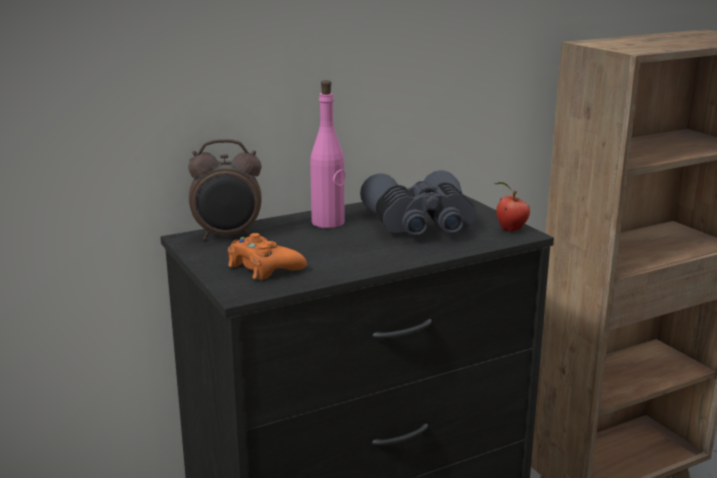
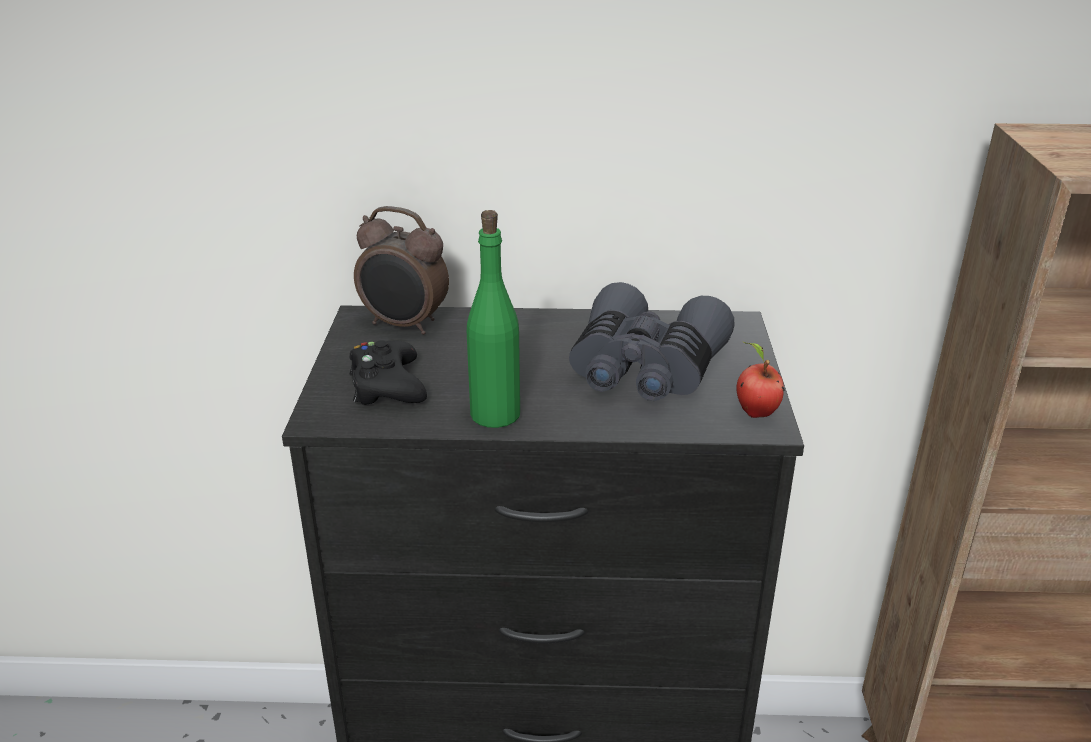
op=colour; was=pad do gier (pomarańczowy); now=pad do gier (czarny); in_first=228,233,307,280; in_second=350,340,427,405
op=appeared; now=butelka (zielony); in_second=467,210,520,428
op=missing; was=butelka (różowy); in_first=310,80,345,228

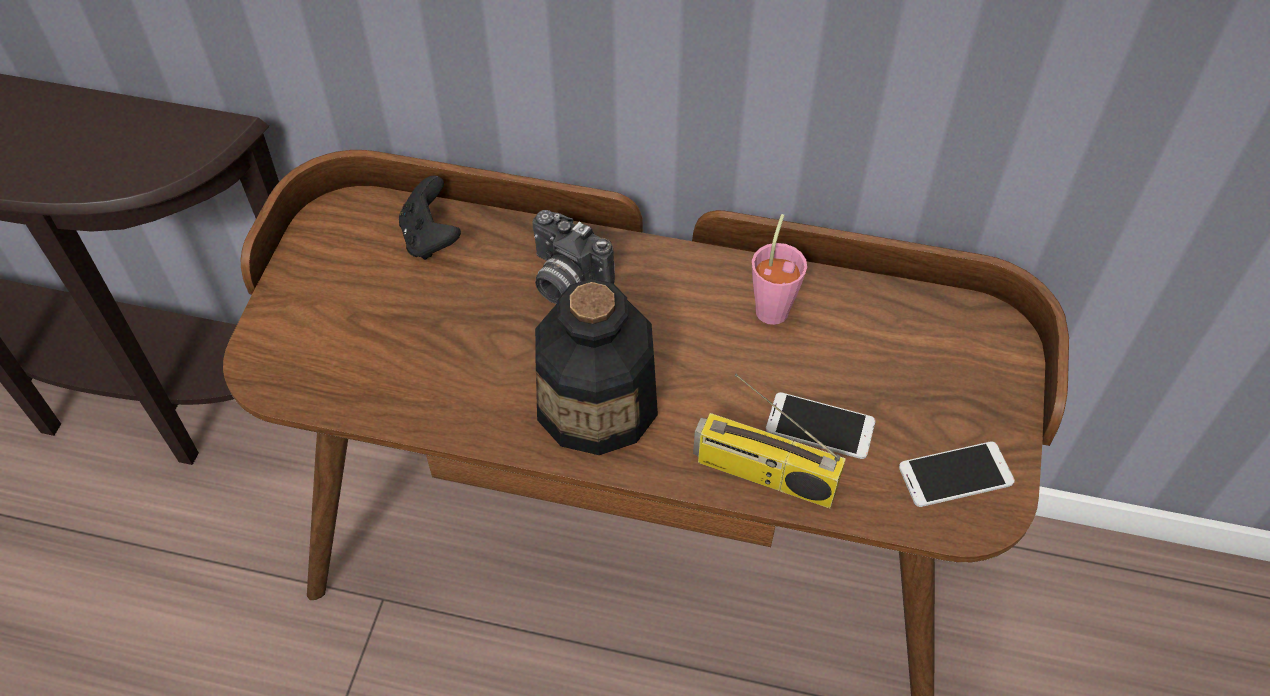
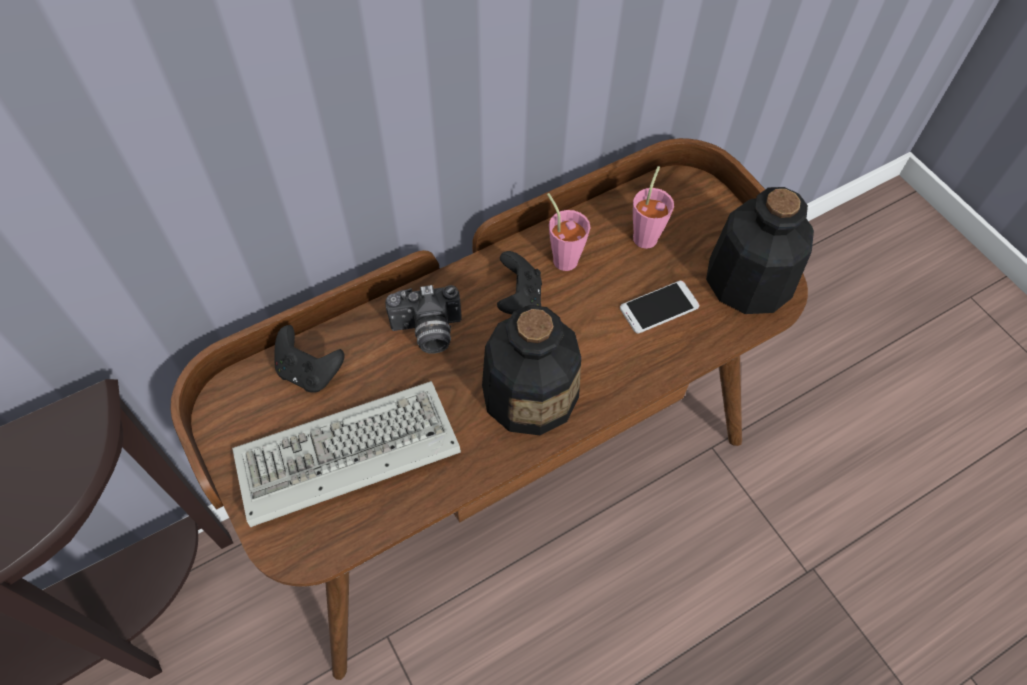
op=appeared; now=klawiatura; in_second=232,381,461,527
op=appeared; now=pad do gier (czarny); in_second=497,251,542,314
op=appeared; now=filiżanka (różowy); in_second=633,166,674,249
op=exchanged; was=telefon; now=butelka; in_first=899,441,1015,507; in_second=706,187,814,314
op=missing; was=radio; in_first=693,373,846,508

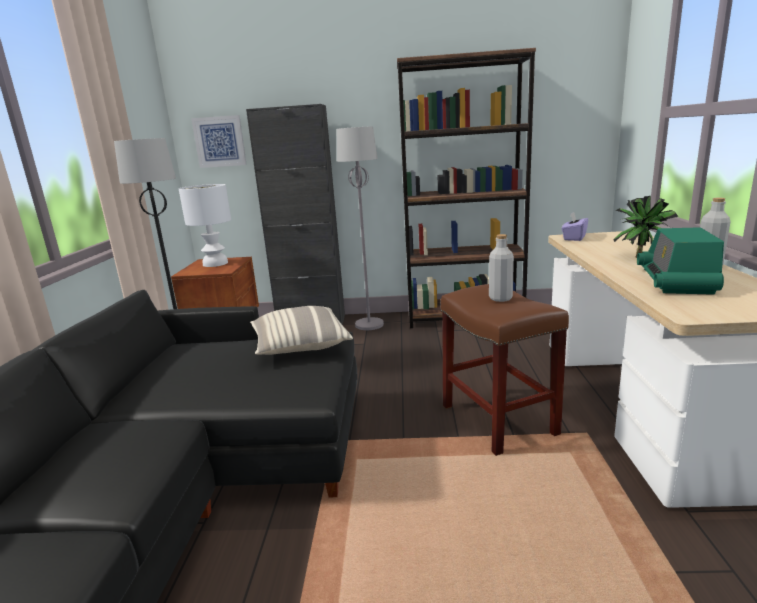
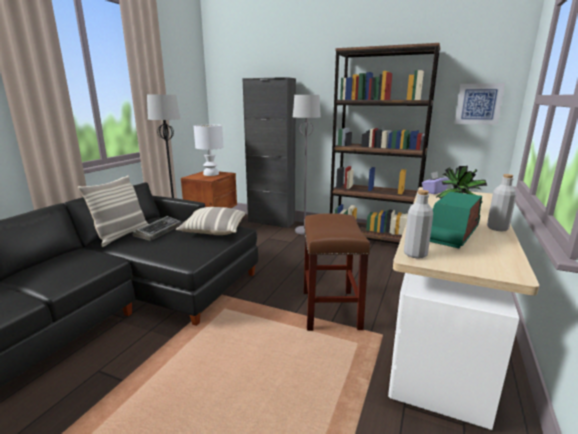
op=appeared; now=poduszka; in_second=78,176,148,247
op=appeared; now=klawiatura; in_second=133,216,181,241
op=relocated; was=butelka (szary); in_first=489,234,514,302; in_second=404,190,433,259
op=relocated; was=obraz; in_first=191,115,247,168; in_second=455,83,505,125

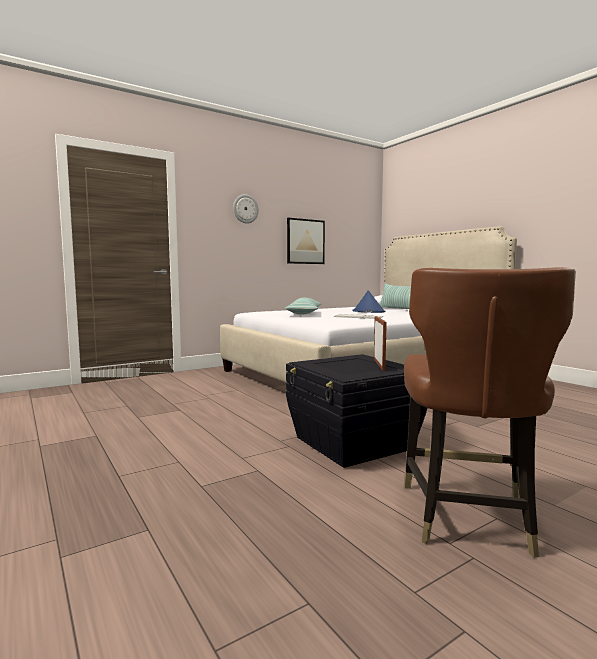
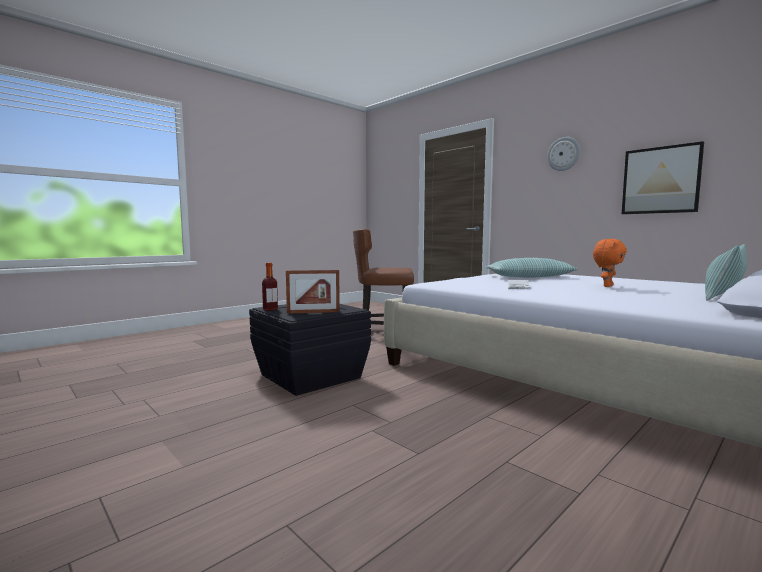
op=appeared; now=butelka; in_second=262,263,278,311
op=relocated; was=krzesło (brązowy); in_first=404,267,576,558; in_second=353,229,414,325
op=exchanged; was=kapelusz (niebieski); now=pluszak (pomarańczowy); in_first=353,290,386,313; in_second=593,239,627,287

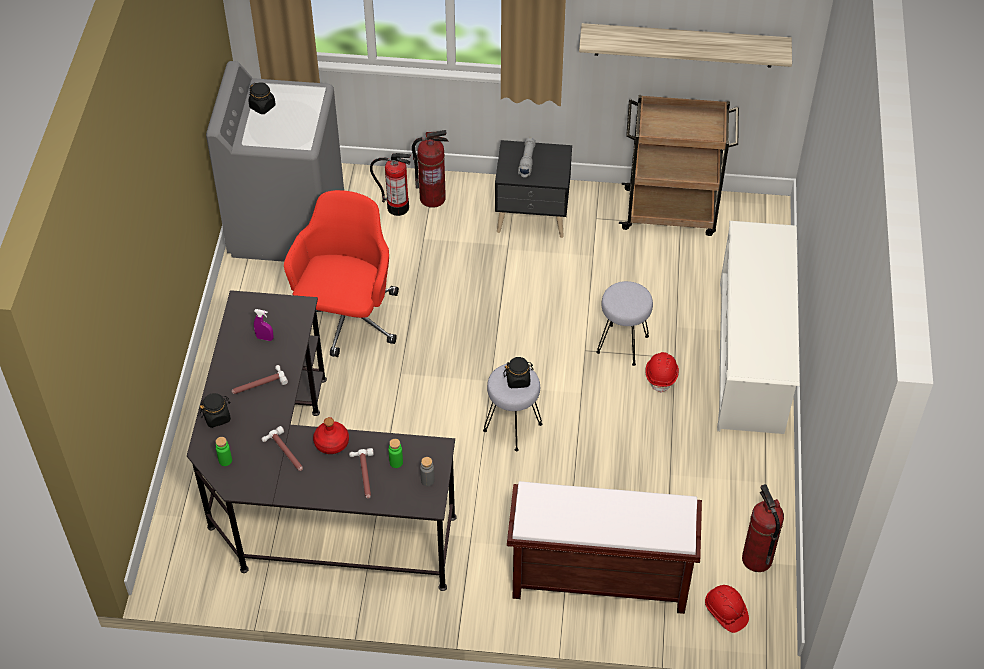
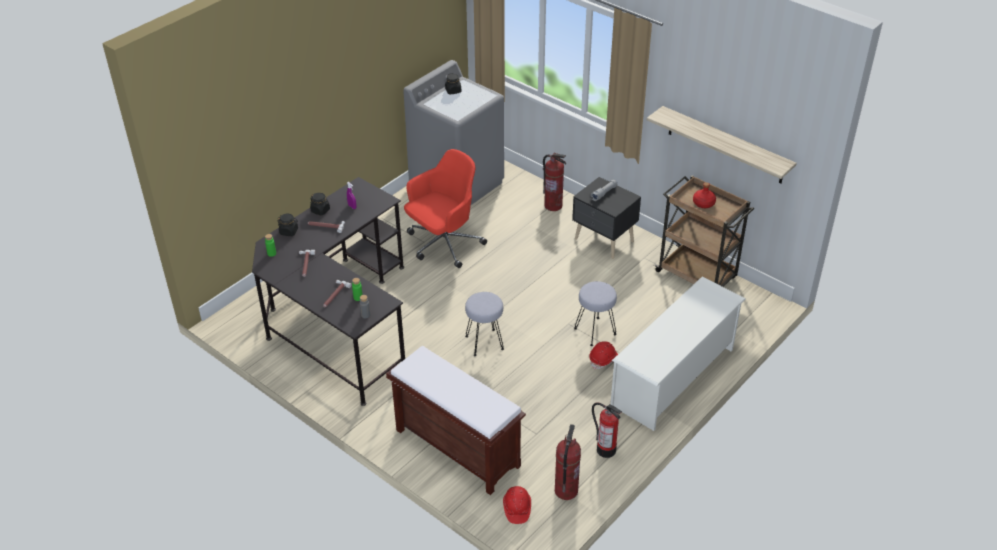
op=relocated; was=słoik (czarny); in_first=504,357,534,388; in_second=310,193,330,216
op=relocated; was=gaśnica; in_first=370,153,411,216; in_second=592,402,622,458
op=relocated; was=butelka (czerwony); in_first=313,417,349,454; in_second=693,182,716,208

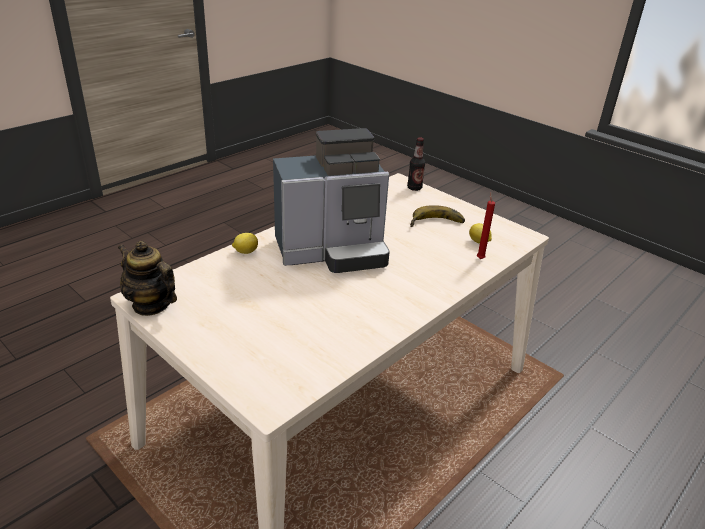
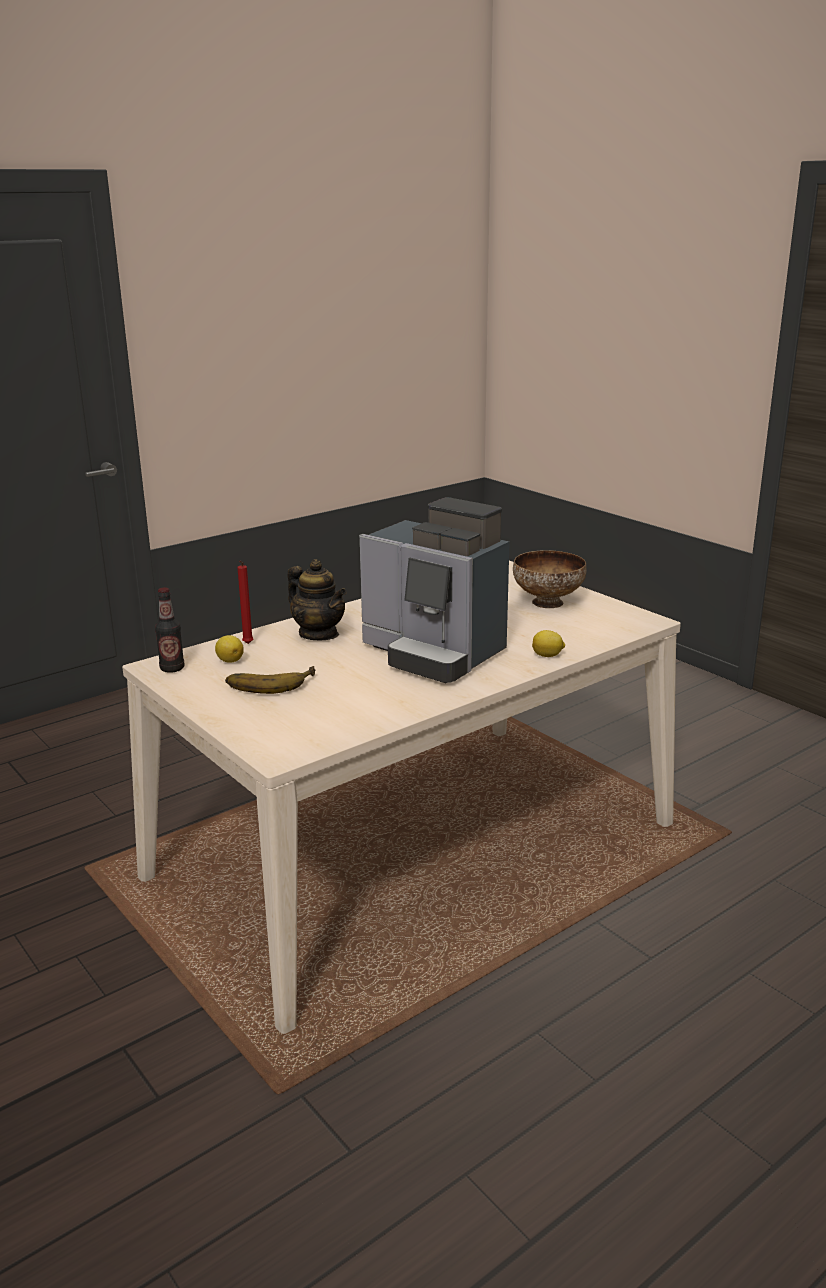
op=relocated; was=butelka; in_first=407,137,425,191; in_second=155,587,184,673
op=relocated; was=imbryk; in_first=118,241,177,316; in_second=287,559,346,640
op=spun; was=ekspres do kawy; in_first=273,128,389,273; in_second=359,497,510,683; clockwise=-135
op=appeared; now=miska; in_second=513,550,587,608

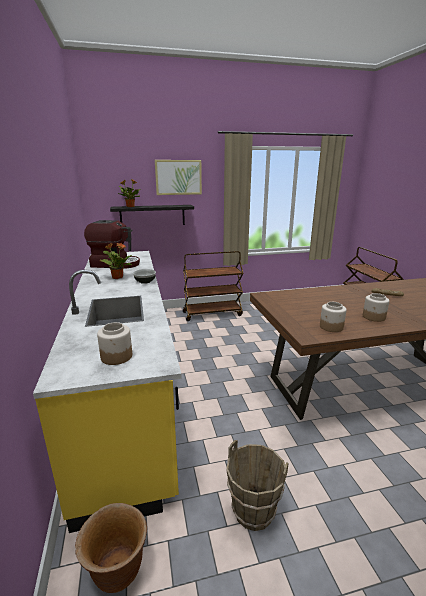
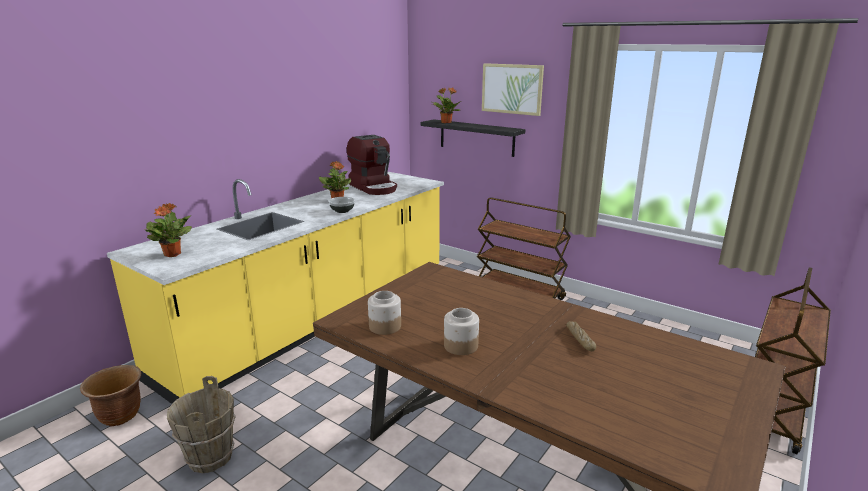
op=exchanged; was=słoik; now=roślina doniczkowa; in_first=97,322,132,365; in_second=144,203,192,257

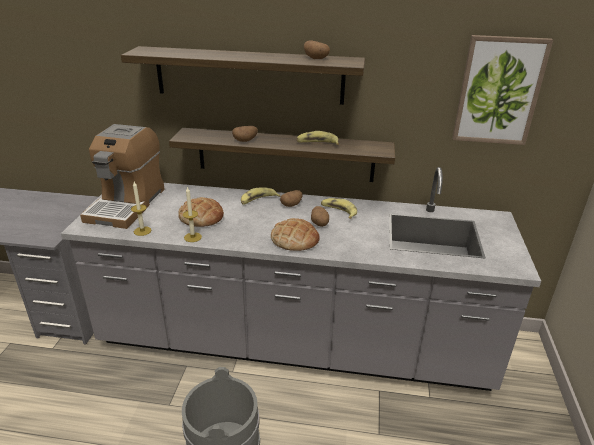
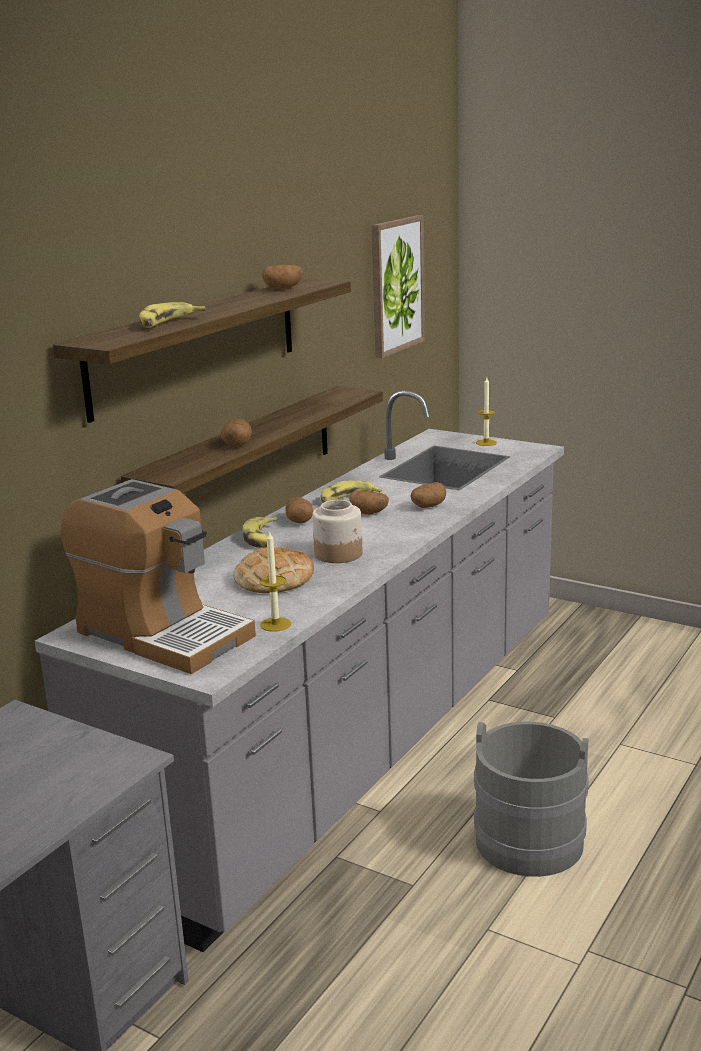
op=relocated; was=banan; in_first=296,131,339,145; in_second=139,302,206,328
op=appeared; now=słoik; in_second=312,500,362,563
op=appeared; now=ziemniak; in_second=410,482,446,508
op=relocated; was=świeca; in_first=183,186,202,242; in_second=476,377,497,446
op=missing; was=chleb; in_first=271,218,320,251

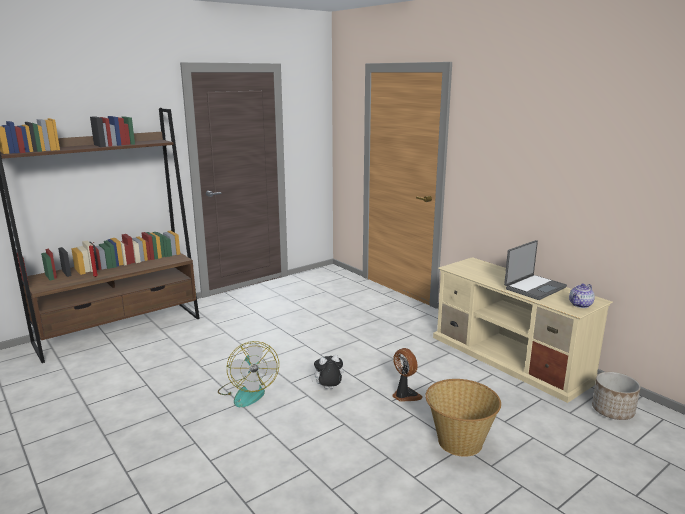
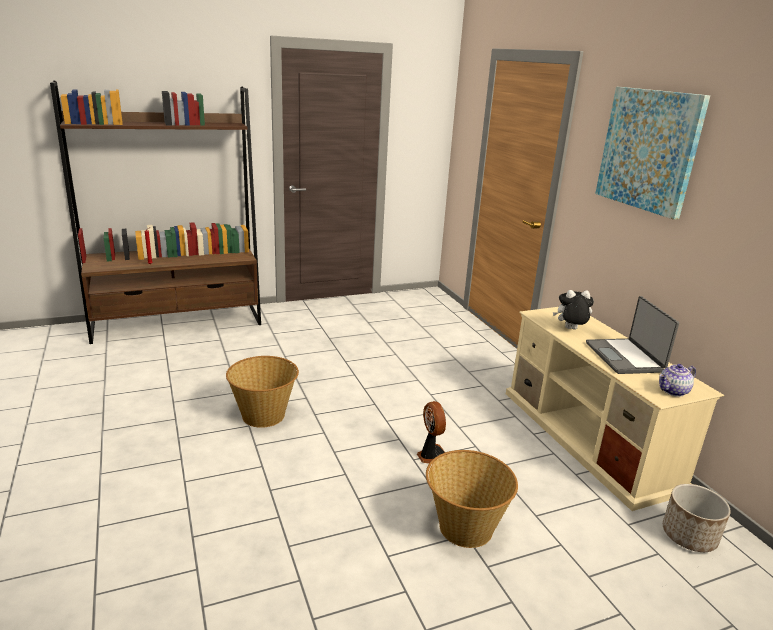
op=exchanged; was=wentylator; now=koszyk; in_first=218,341,279,407; in_second=226,356,299,428
op=relocated; was=pluszak; in_first=311,355,344,389; in_second=553,290,594,330
op=spun; was=laptop; in_first=504,240,567,300; in_second=586,296,679,374; clockwise=105
op=appeared; now=obraz; in_second=595,87,710,220

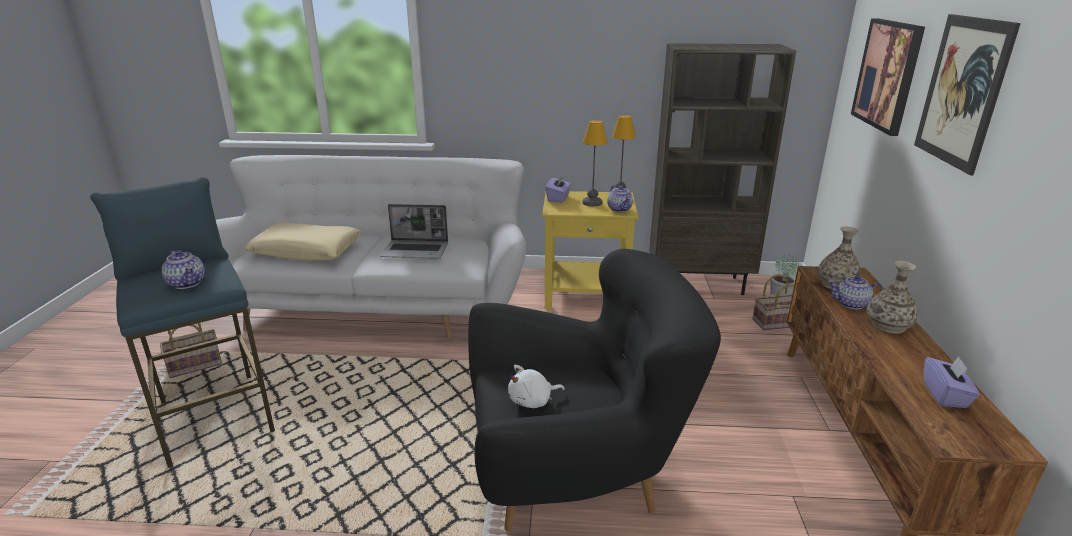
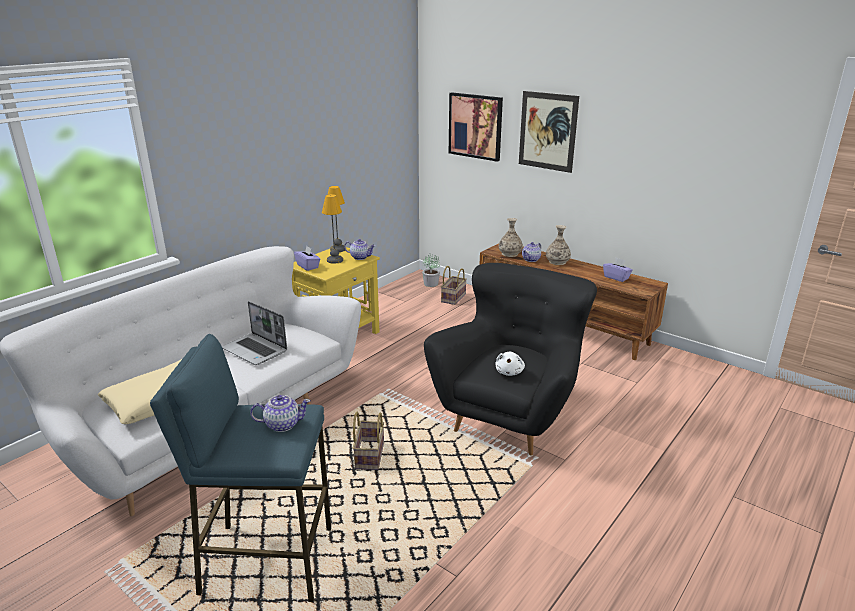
op=spun; was=laptop; in_first=381,204,448,259; in_second=222,301,287,365; clockwise=90
op=relocated; was=koszyk; in_first=160,323,222,378; in_second=353,412,384,470
op=missing; was=regał (brązowy); in_first=649,43,796,295

